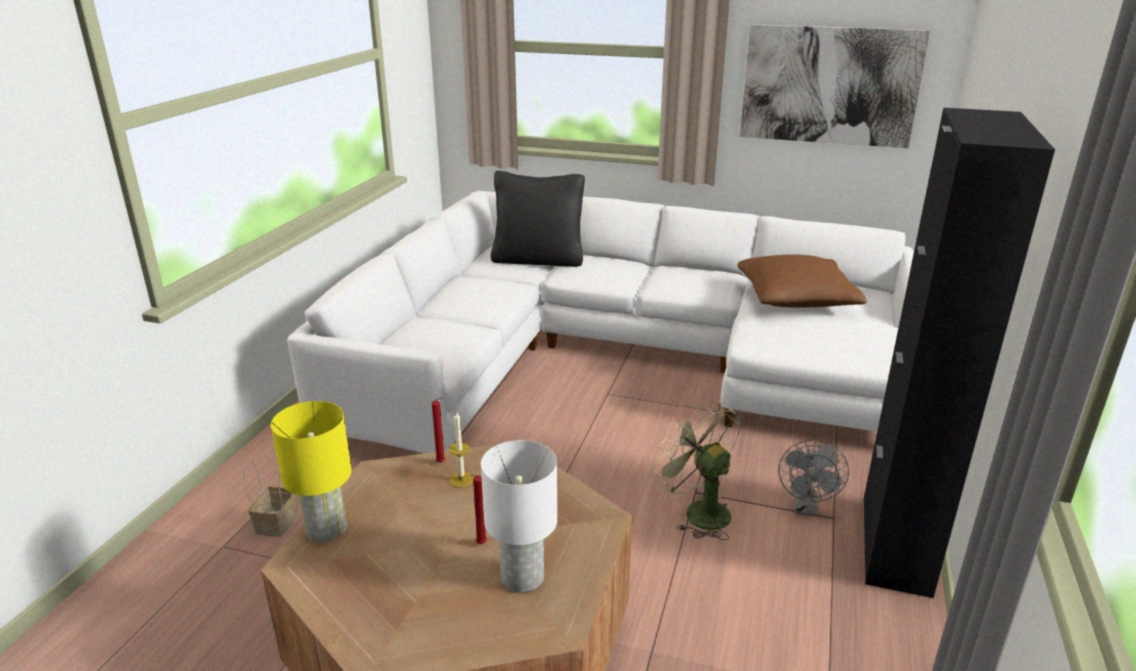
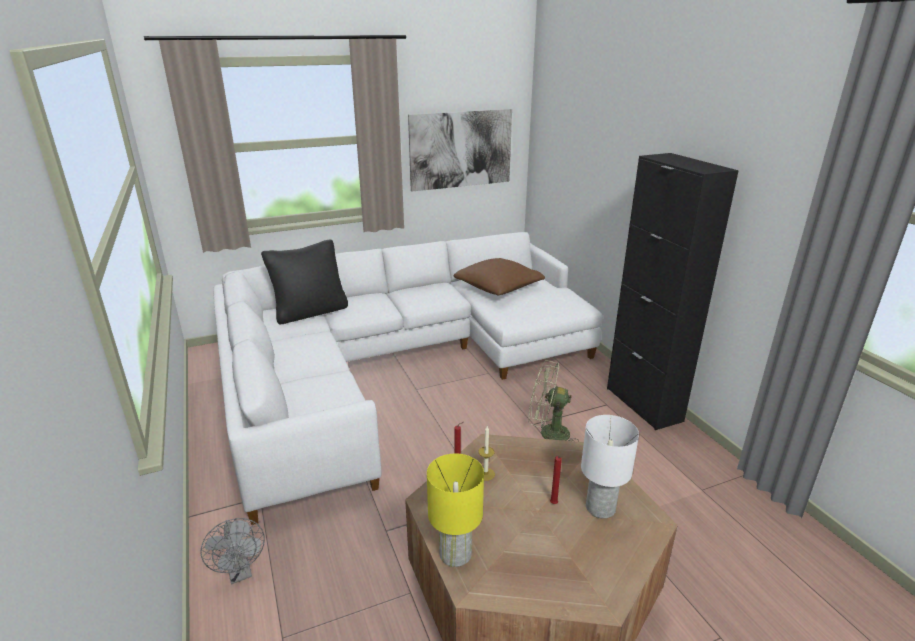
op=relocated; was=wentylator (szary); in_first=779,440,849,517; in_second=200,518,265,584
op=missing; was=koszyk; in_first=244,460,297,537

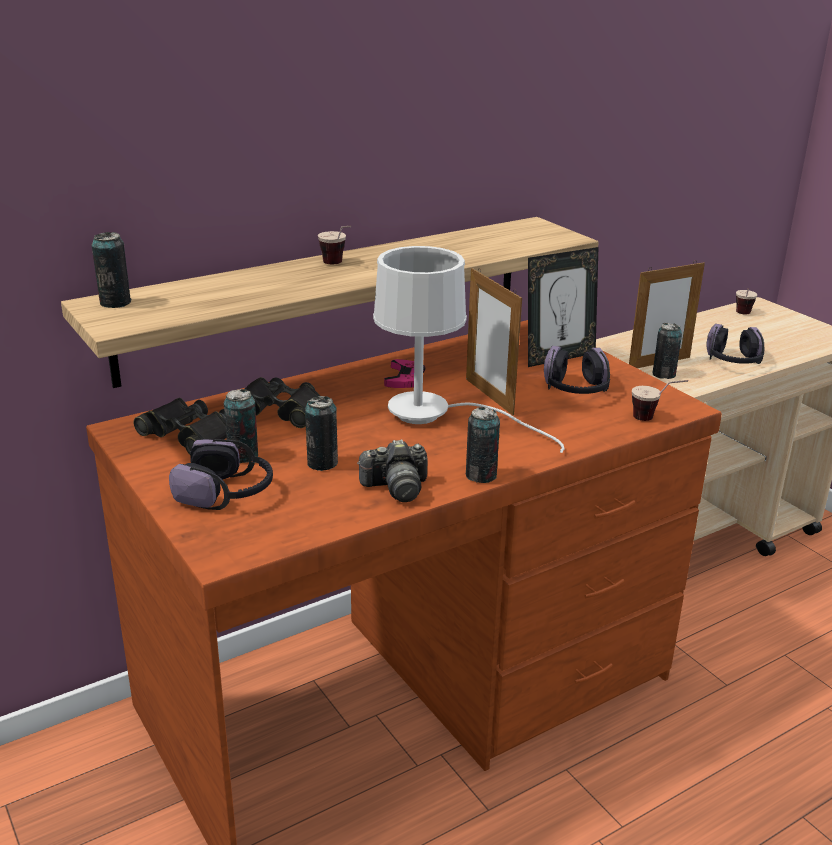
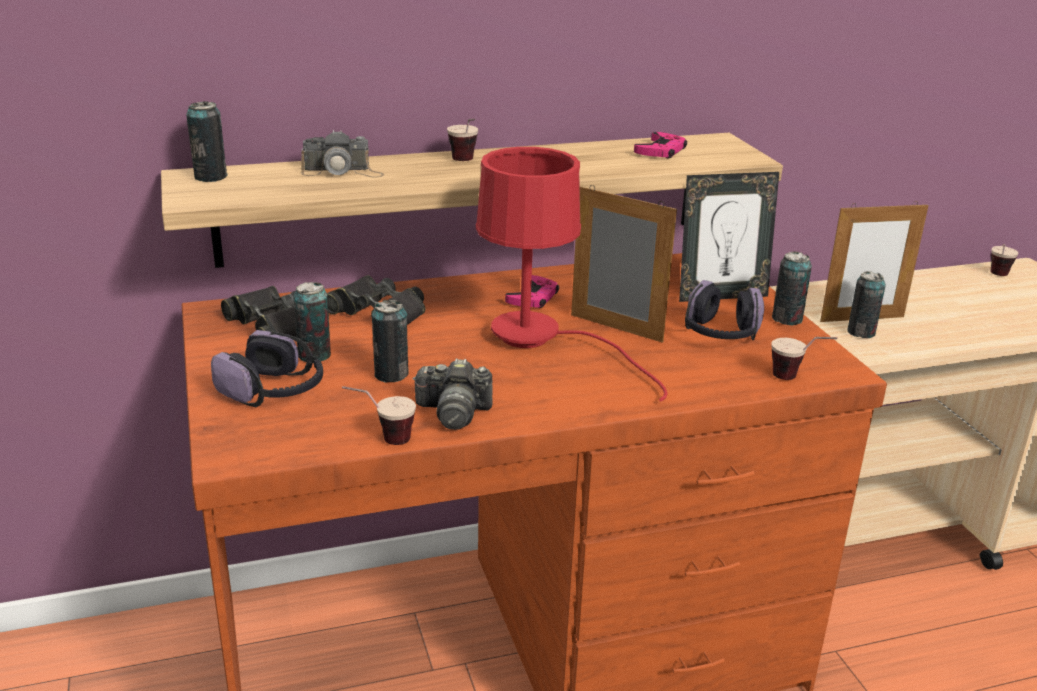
op=appeared; now=aparat fotograficzny; in_second=301,130,384,177
op=appeared; now=filiżanka; in_second=342,386,416,445
op=colour; was=lampa stołowa (biały); now=lampa stołowa (czerwony); in_first=373,246,565,453; in_second=476,147,668,401
op=spun; was=ramka na zdjęcie; in_first=466,268,522,415; in_second=571,185,677,343; clockwise=135
op=appeared; now=pad do gier (różowy); in_second=634,132,687,158
op=relocated; was=puszka; in_first=466,407,500,483; in_second=772,251,812,325
op=missing; was=słuchawki; in_first=706,324,764,364

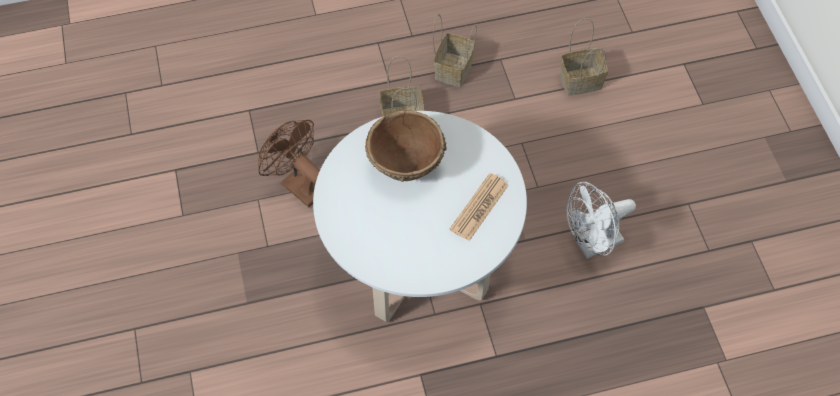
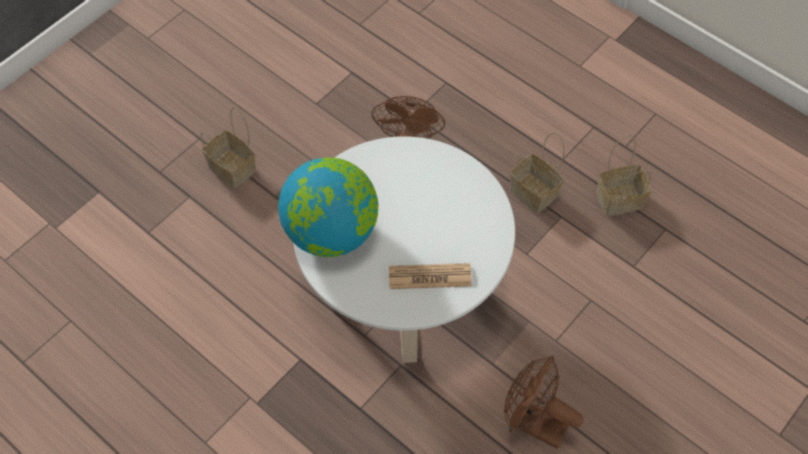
op=relocated; was=koszyk; in_first=560,18,608,96; in_second=201,107,256,188
op=appeared; now=globus; in_second=278,157,378,257
op=colour; was=wentylator (biały); now=wentylator (brązowy); in_first=566,182,636,259; in_second=504,356,583,449
op=missing; was=miska (brązowy); in_first=365,110,447,182

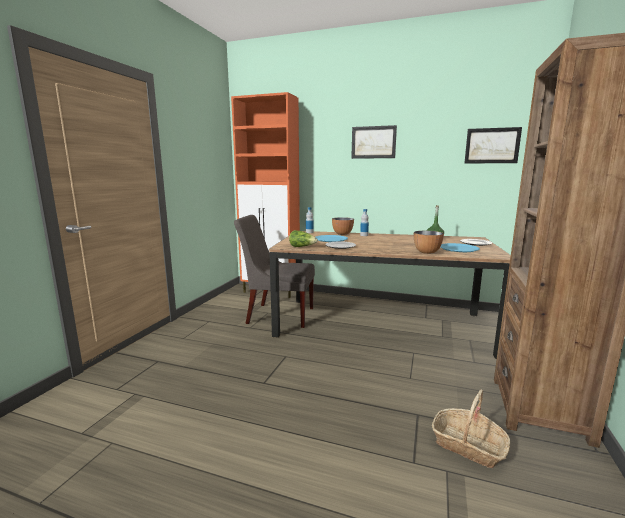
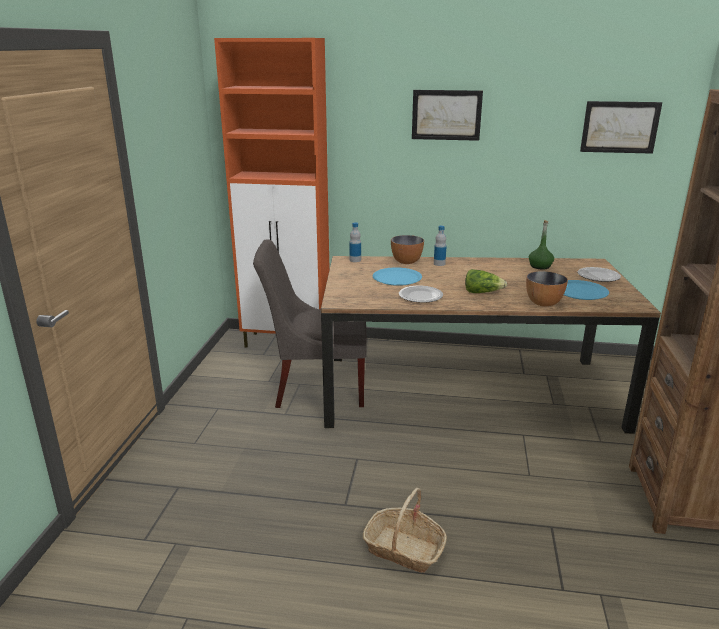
op=relocated; was=koszyk; in_first=432,389,510,468; in_second=363,488,447,573
op=relocated; was=sałata; in_first=289,230,318,247; in_second=465,269,507,293

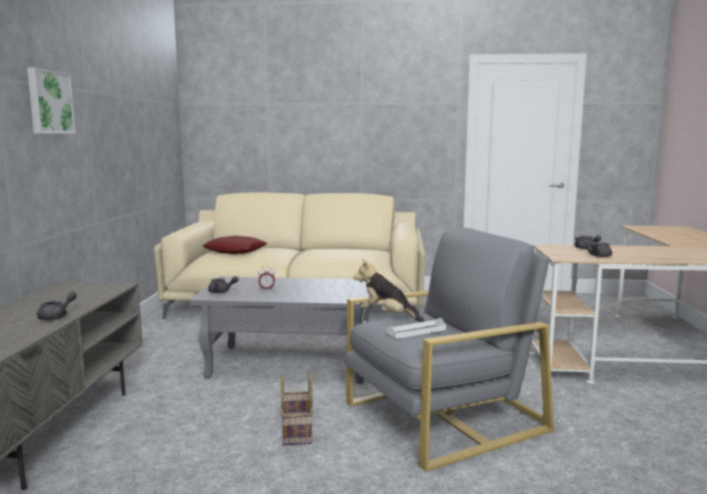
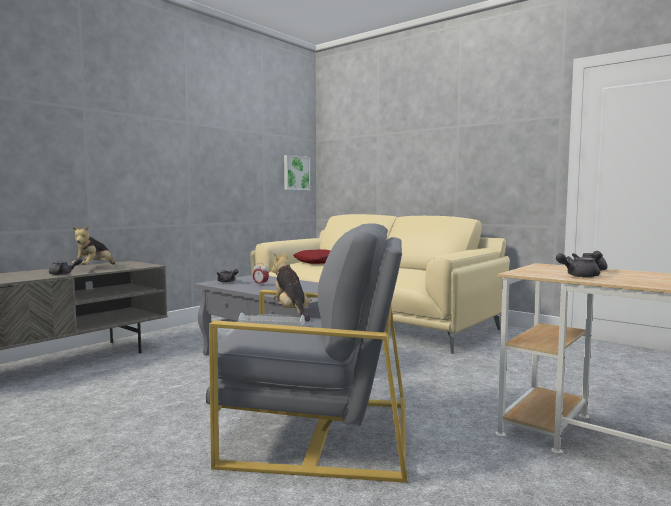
op=appeared; now=pluszak; in_second=72,225,115,265
op=relocated; was=obraz; in_first=27,67,76,134; in_second=284,155,310,190
op=missing; was=koszyk; in_first=281,373,313,445

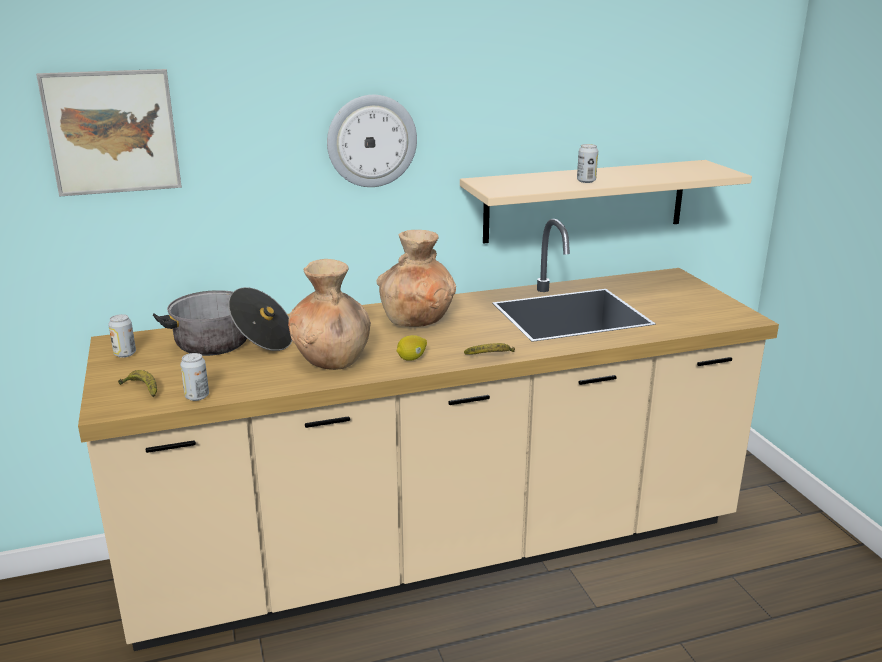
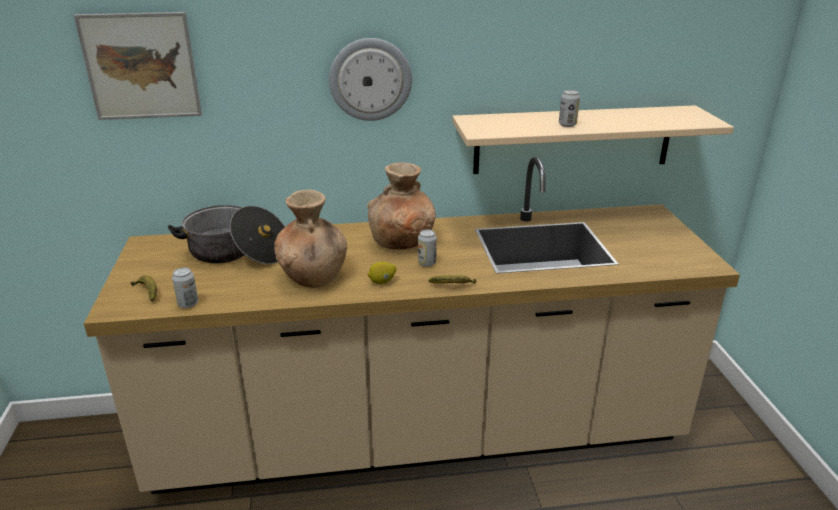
op=relocated; was=puszka; in_first=108,314,136,358; in_second=418,230,437,267

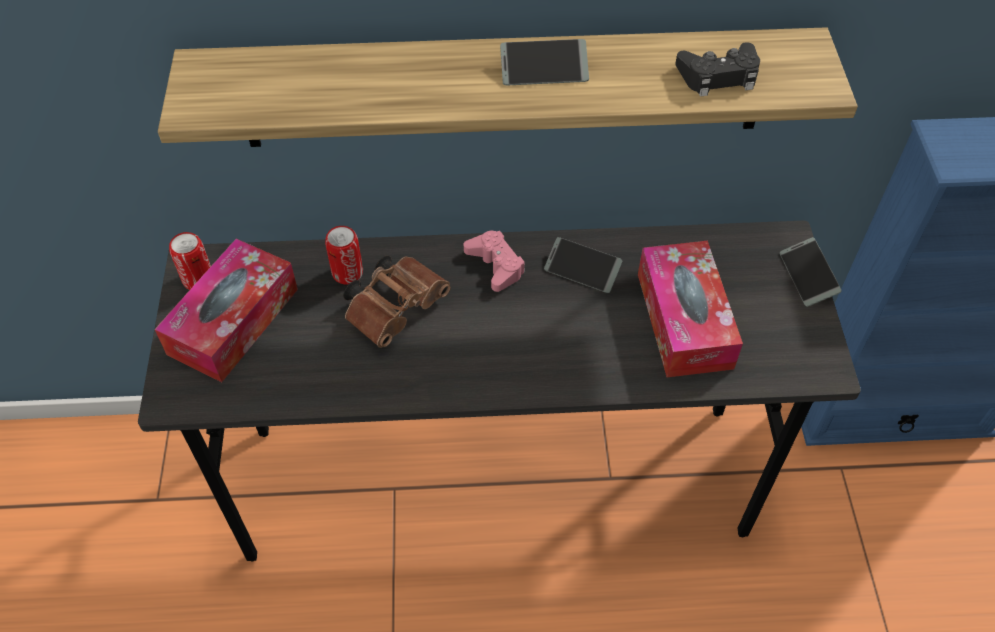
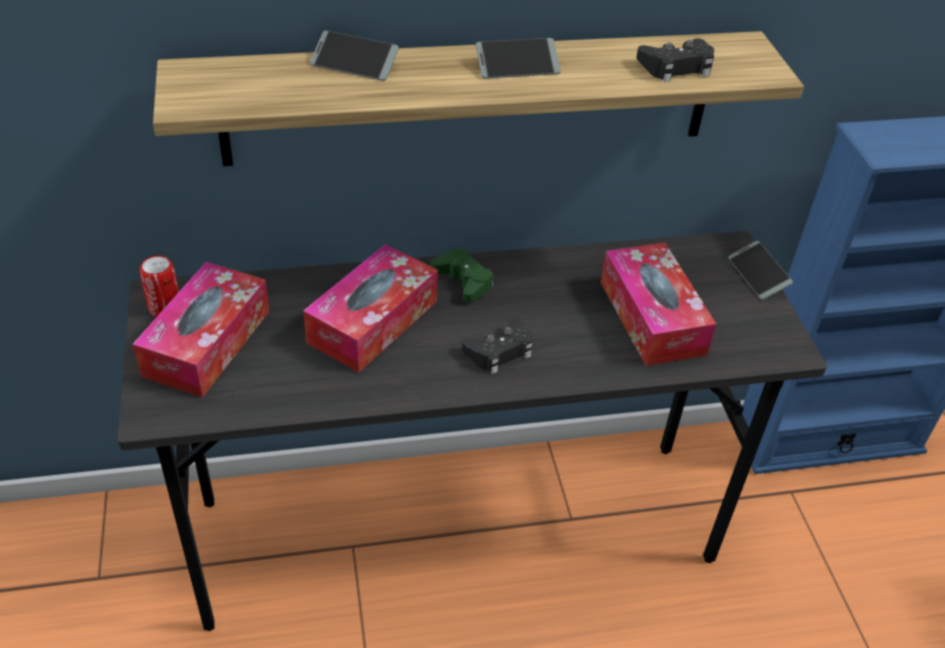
op=exchanged; was=lornetka (brązowy); now=pudełko chusteczek; in_first=343,256,451,348; in_second=303,244,438,373
op=relocated; was=telefon; in_first=544,237,622,293; in_second=310,31,399,81
op=colour; was=pad do gier (różowy); now=pad do gier (zielony); in_first=464,231,525,292; in_second=430,248,493,302
op=appeared; now=pad do gier (czarny); in_second=462,318,533,374
op=missing; was=puszka; in_first=325,226,363,284

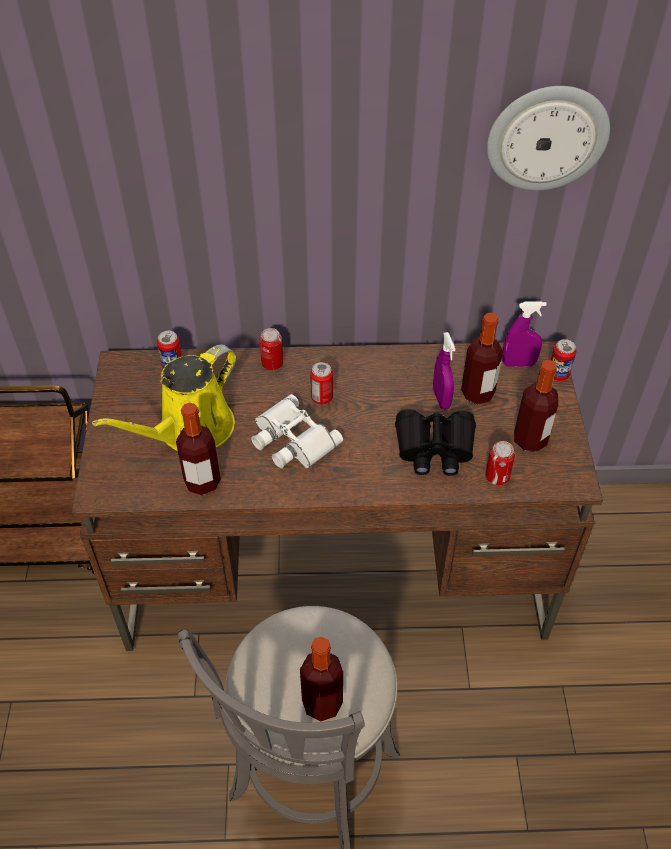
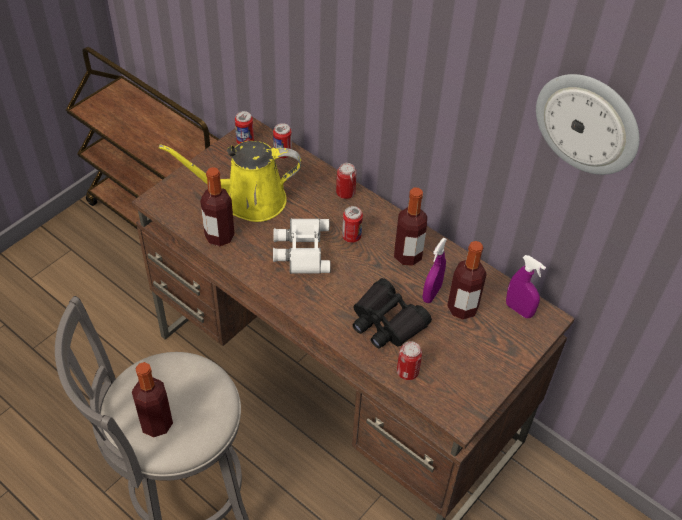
op=relocated; was=puszka; in_first=551,339,577,381; in_second=235,111,254,144
op=relocated; was=butelka; in_first=514,360,558,452; in_second=394,187,427,266

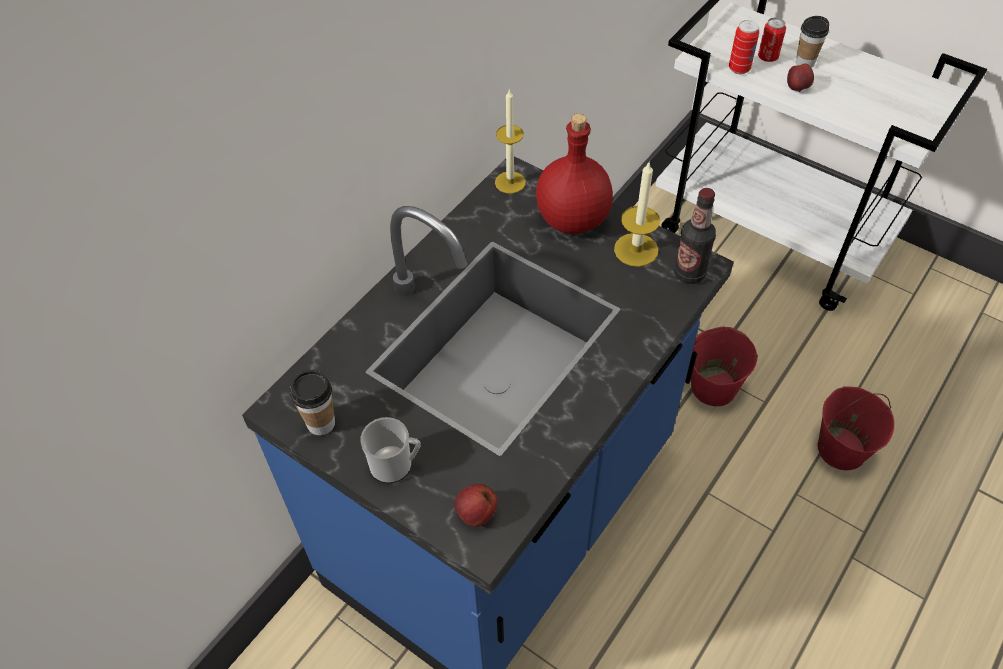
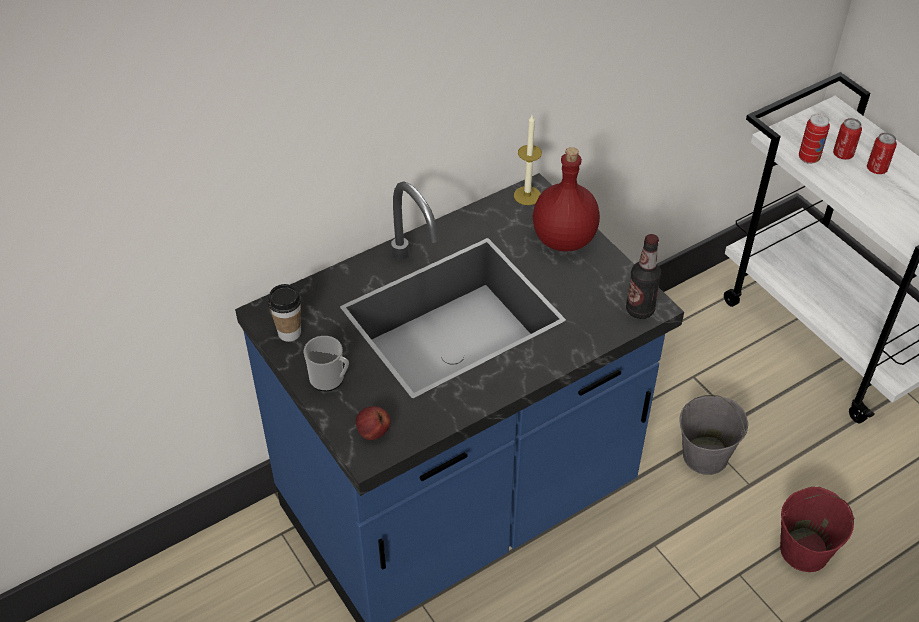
op=colour; was=wiadro (czerwony); now=wiadro (szary); in_first=690,327,758,406; in_second=680,395,748,475
op=exchanged; was=filiżanka; now=puszka; in_first=796,16,829,68; in_second=867,132,897,174
op=missing; was=świeca; in_first=614,161,660,267
op=missing; was=jabłko; in_first=787,64,814,92

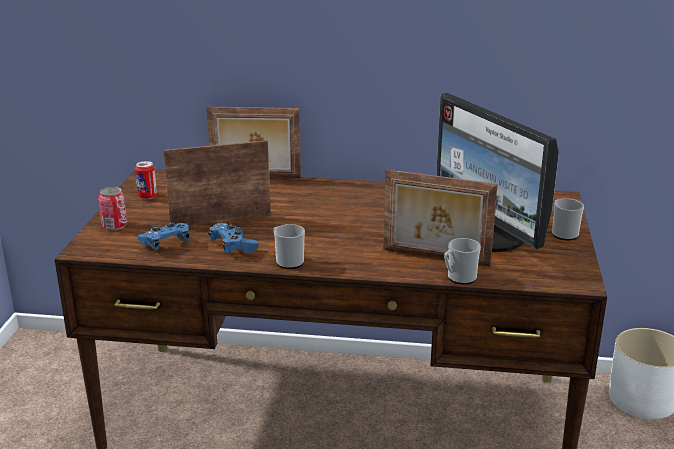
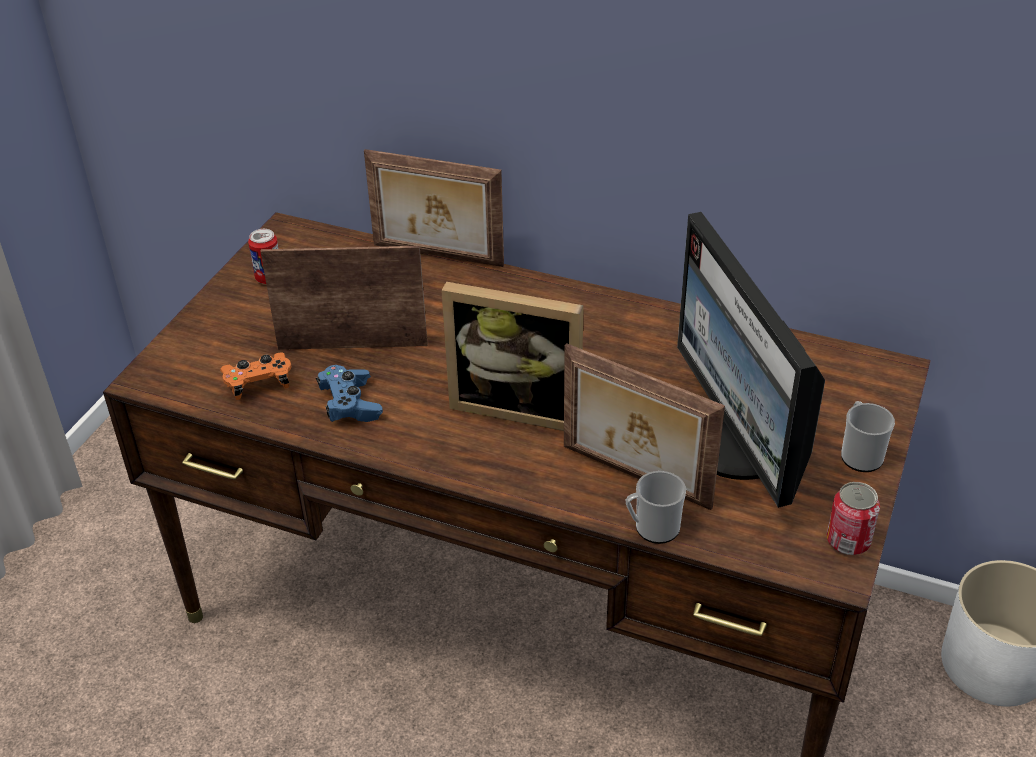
op=colour; was=pad do gier (niebieski); now=pad do gier (pomarańczowy); in_first=137,222,189,251; in_second=220,353,291,400
op=appeared; now=ramka na zdjęcie; in_second=441,282,584,431
op=relocated; was=puszka; in_first=98,187,128,230; in_second=827,482,880,555
op=missing; was=kubek; in_first=273,224,305,269

